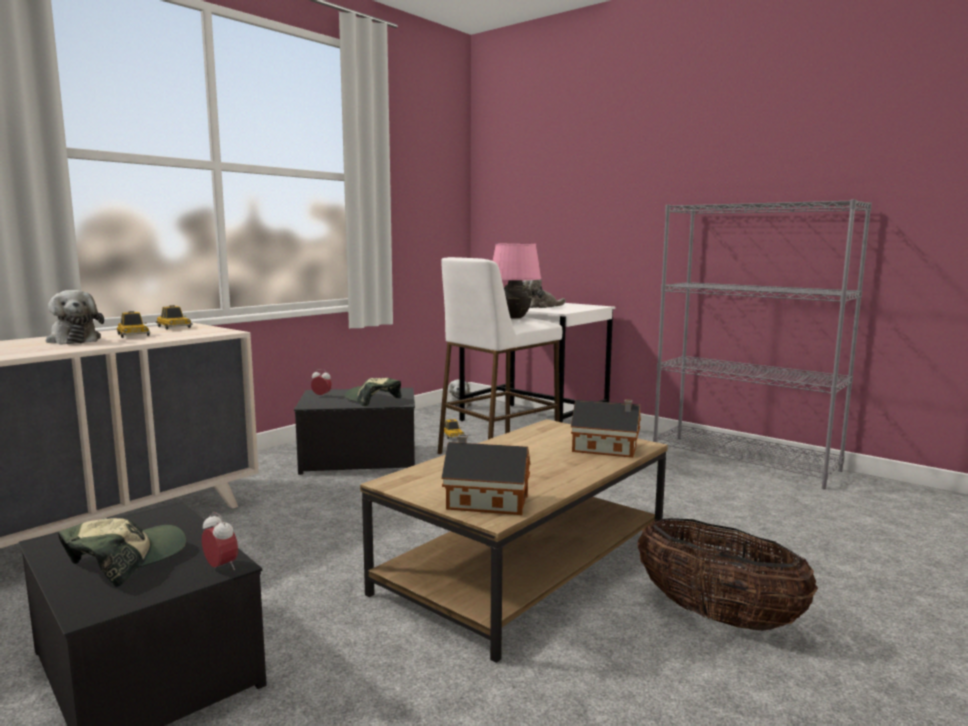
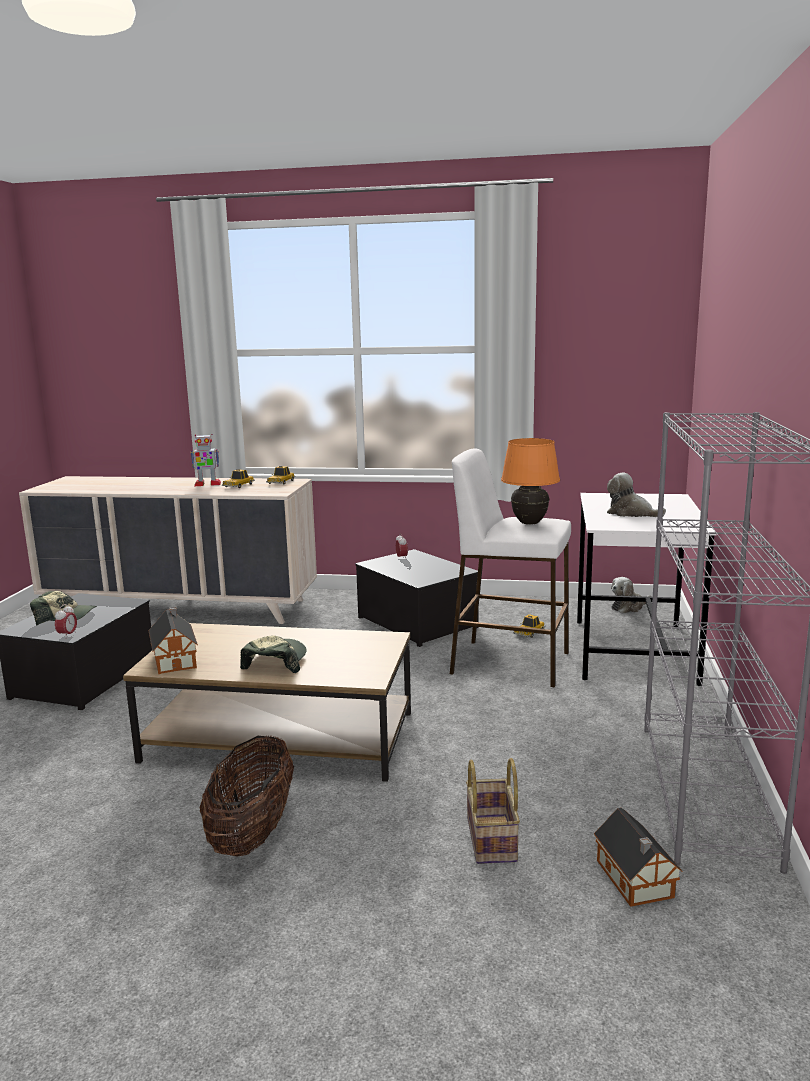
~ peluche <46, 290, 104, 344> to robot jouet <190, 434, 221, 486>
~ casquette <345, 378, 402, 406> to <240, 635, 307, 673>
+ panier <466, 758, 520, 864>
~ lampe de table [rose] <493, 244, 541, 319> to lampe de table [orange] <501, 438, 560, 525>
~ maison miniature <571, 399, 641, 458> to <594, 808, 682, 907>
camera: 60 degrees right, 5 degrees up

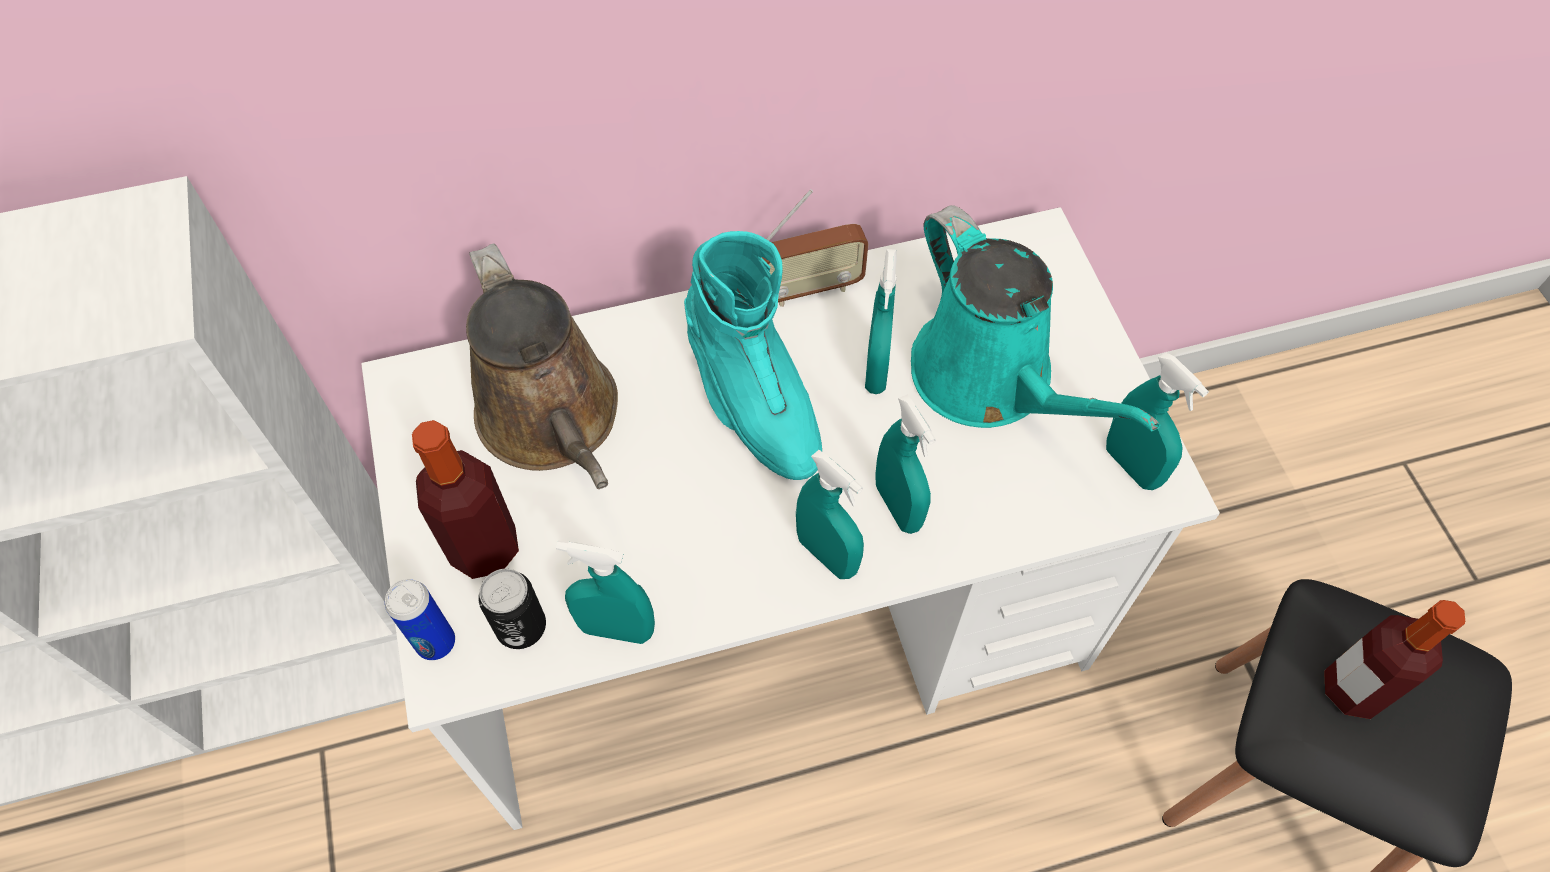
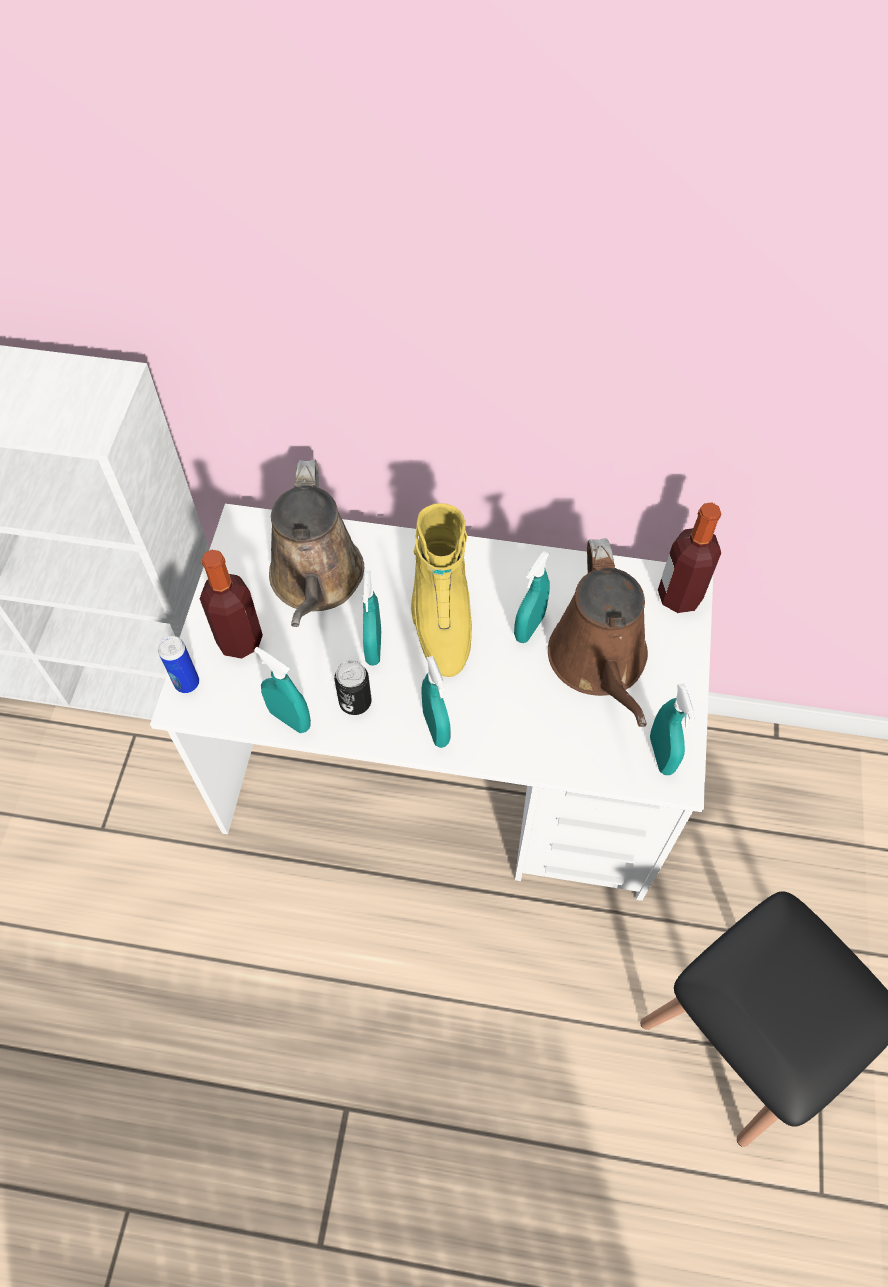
~ boîte métallique <478, 569, 546, 649> to <334, 661, 372, 715>
~ vaporisateur [turquoise] <875, 395, 936, 534> to <362, 571, 381, 666>
~ botte [turquoise] <684, 231, 822, 480> to botte [jaune] <411, 503, 472, 677>
~ arrosoir [turquoise] <911, 205, 1160, 431> to arrosoir [marron] <548, 538, 648, 727>
~ bouteille <1324, 600, 1465, 719> to <658, 502, 721, 613>
- radio <762, 189, 869, 307>
camera: 25 degrees right, 0 degrees up

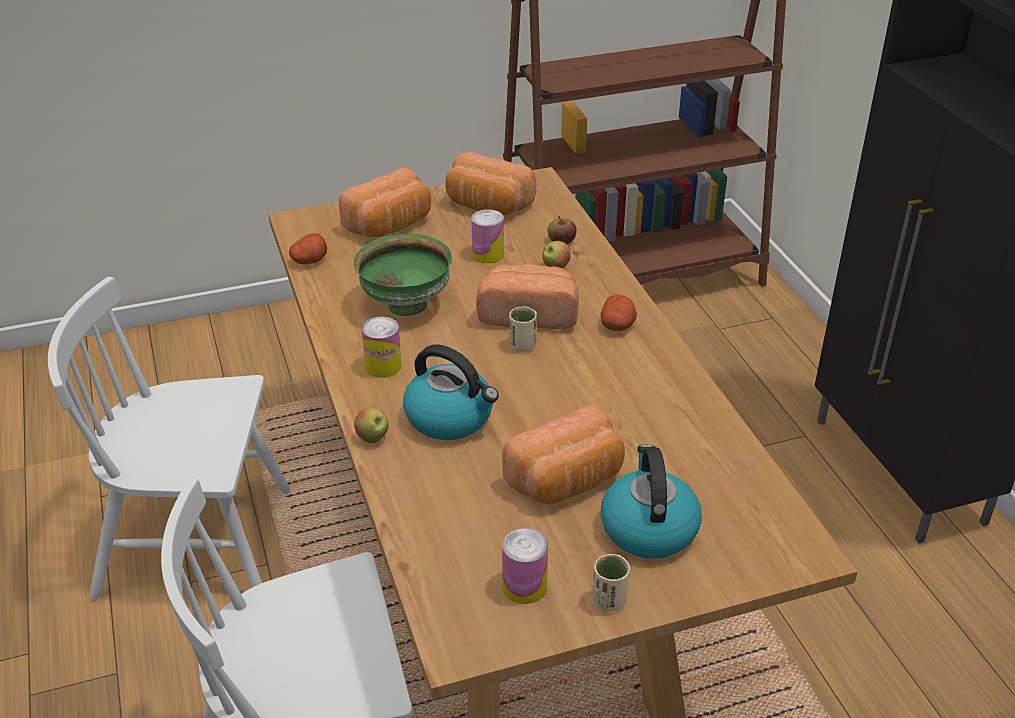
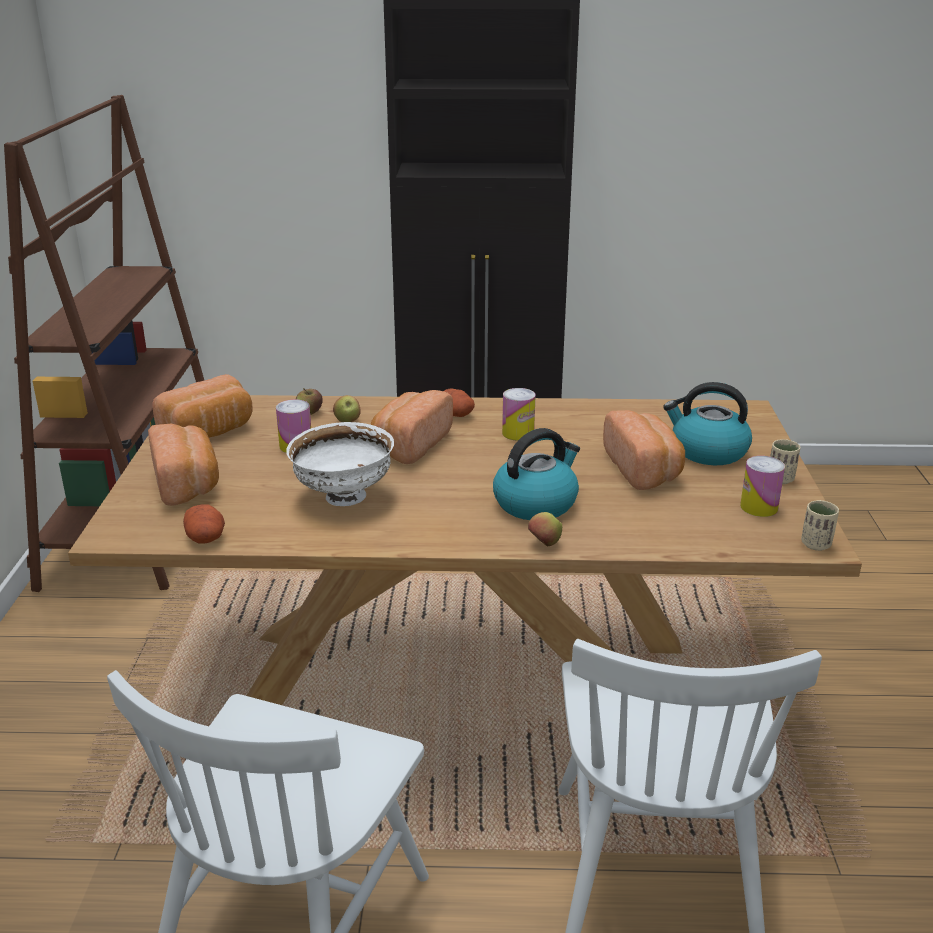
~ bol [vert] <353, 234, 452, 316> to bol [blanc] <287, 422, 394, 506>
~ boîte métallique <362, 317, 401, 378> to <502, 388, 536, 441>
~ tasse [beige] <509, 306, 537, 352> to <801, 500, 839, 551>
camera: 70 degrees left, 10 degrees down

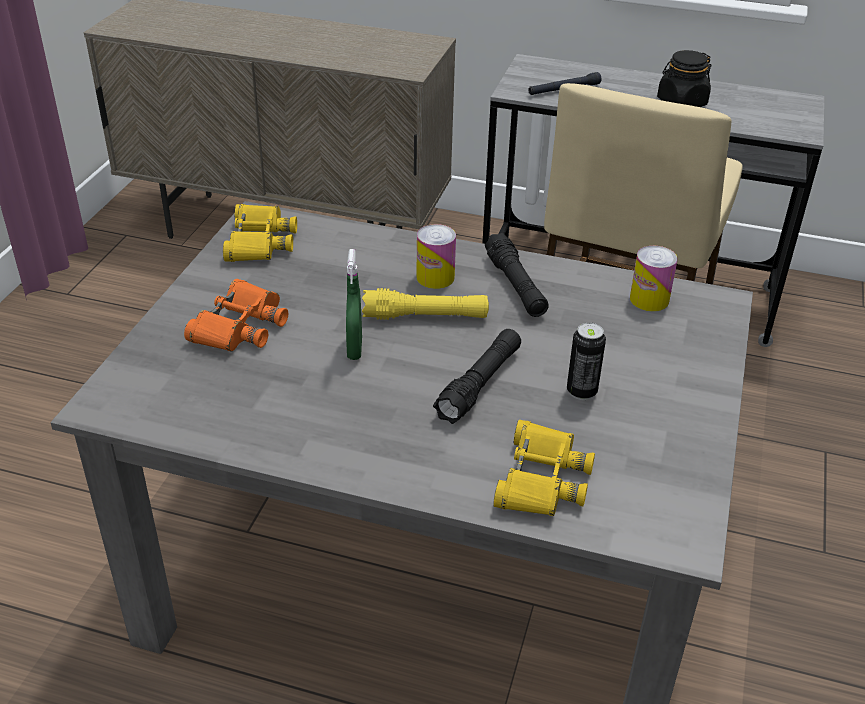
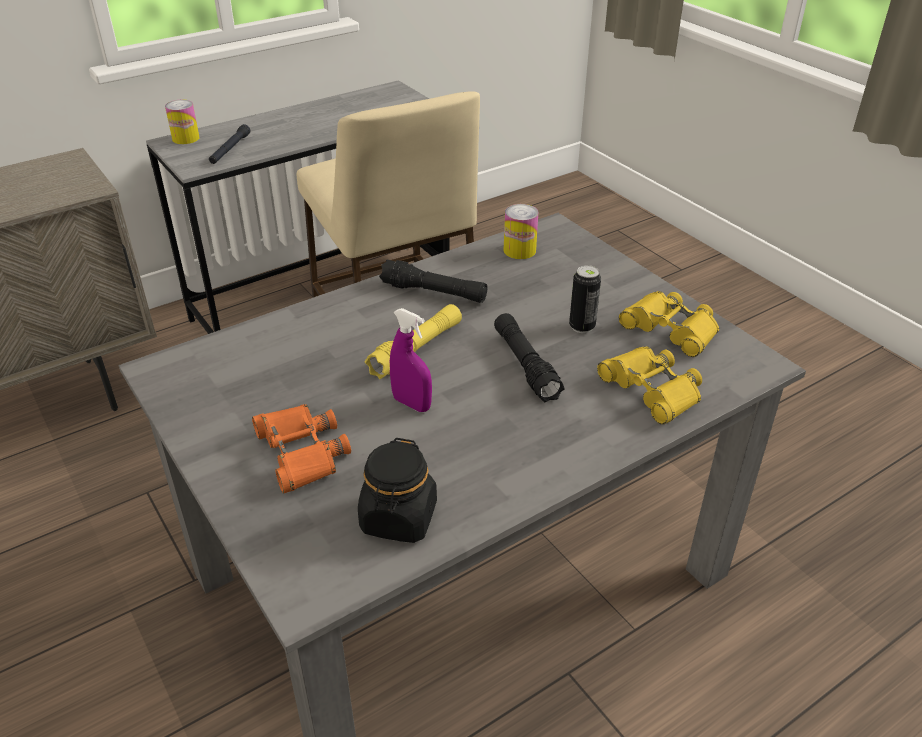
~ boîte métallique <416, 224, 456, 289> to <165, 100, 199, 144>
~ bocal [noir] <657, 50, 711, 107> to <358, 438, 437, 543>
~ vaporisateur [vert] <346, 249, 362, 360> to vaporisateur [violet] <390, 308, 432, 412>
~ jumelles [jaune] <223, 204, 297, 262> to <619, 291, 719, 357>
camera: 50 degrees left, 0 degrees up

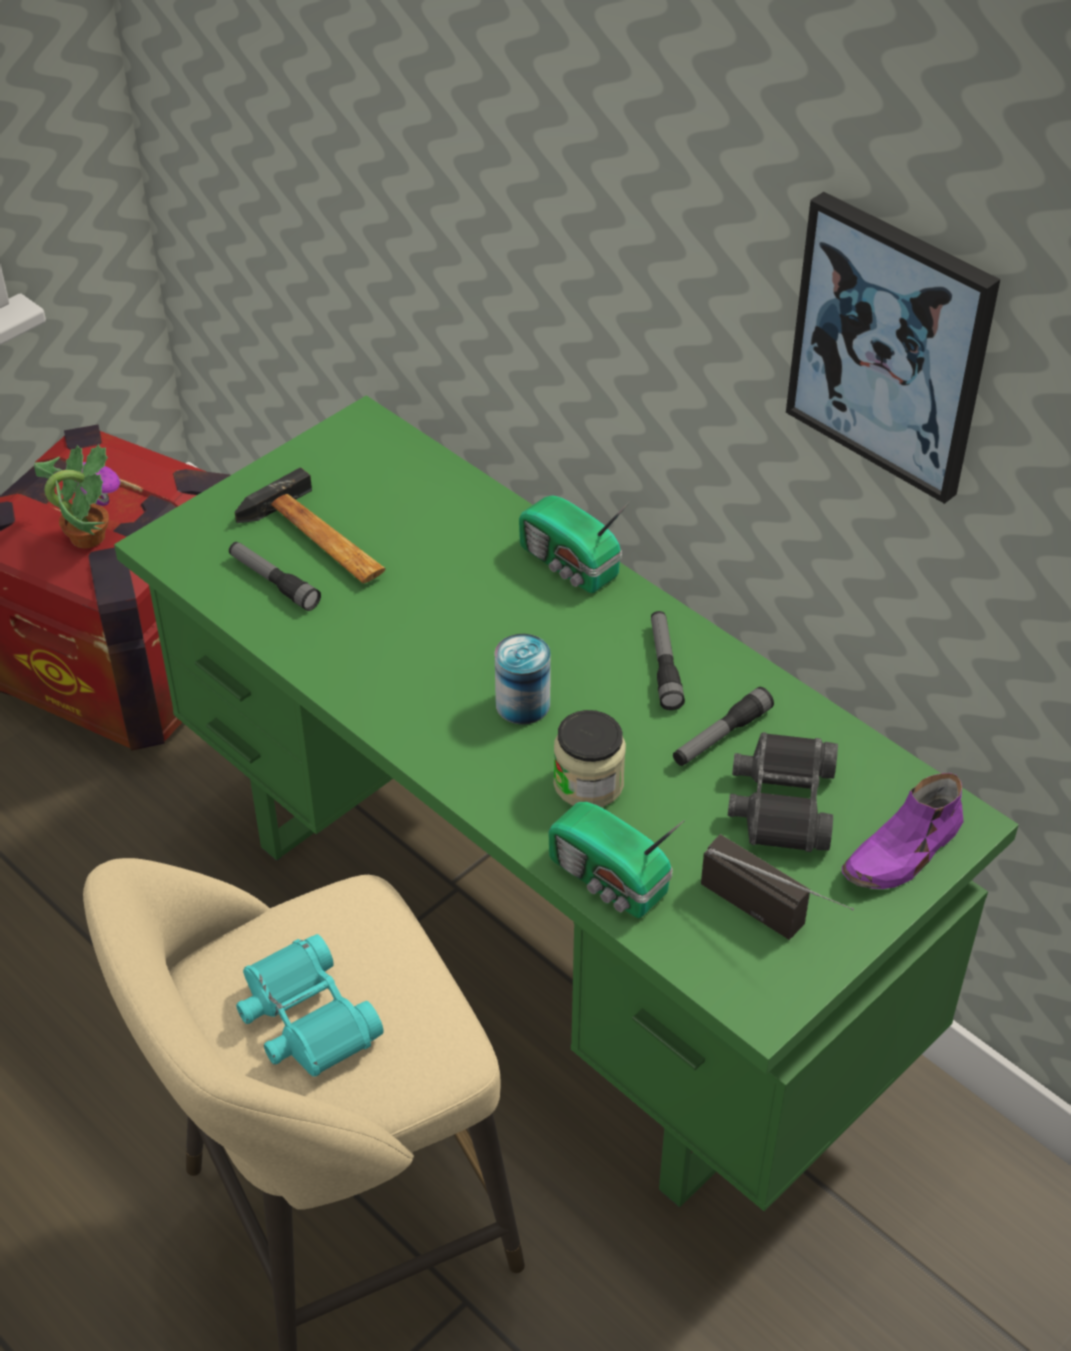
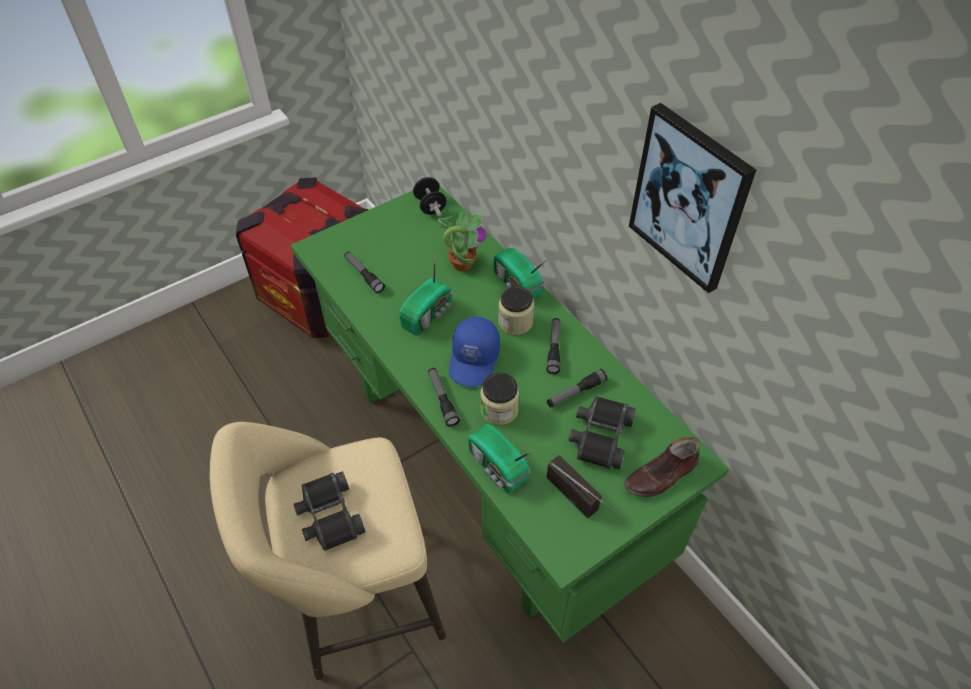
~ jumelles [turquoise] <236, 934, 384, 1077> to jumelles [noir] <293, 471, 366, 551>
+ radio <399, 256, 452, 336>
+ haltère [noir] <413, 176, 446, 216>
+ lampe de poche <428, 368, 460, 427>
~ plante en pot <34, 444, 120, 549> to <438, 211, 486, 271>
~ boîte métallique <495, 634, 551, 725> to casquette [bleu] <449, 317, 500, 387>
+ bocal <498, 286, 534, 335>
~ chaussure [violet] <842, 773, 963, 889> to chaussure [marron] <624, 437, 699, 497>
- marteau <234, 467, 386, 583>
camera: 10 degrees right, 5 degrees up

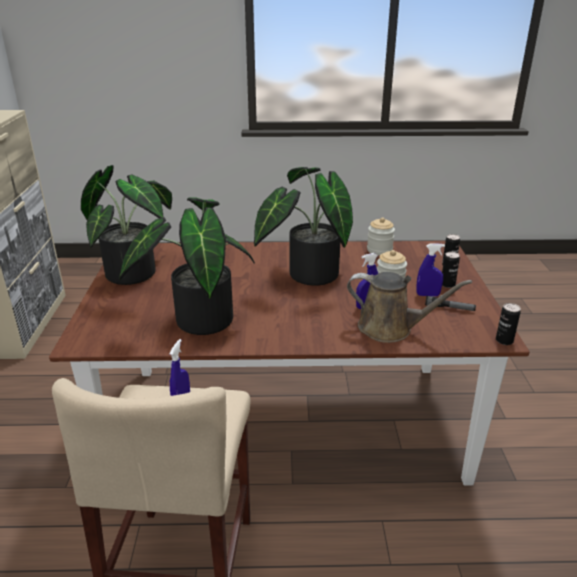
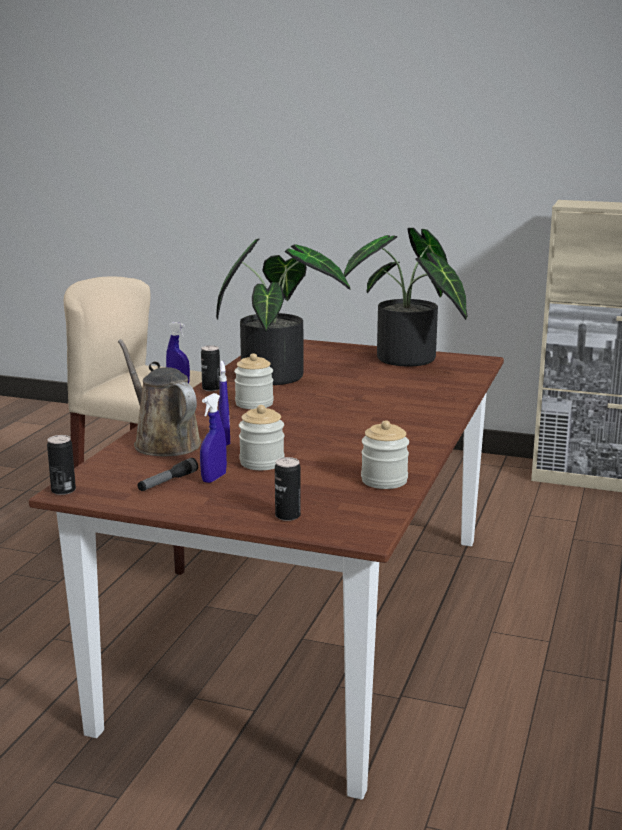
~ arrosoir [marron] <347, 272, 472, 343> = <118, 339, 201, 456> 105 degrees clockwise
~ boîte métallique <442, 252, 460, 288> to <201, 346, 220, 391>
+ bocal <234, 353, 274, 409>
- plante en pot <254, 167, 353, 286>
camera: 110 degrees right, 10 degrees down

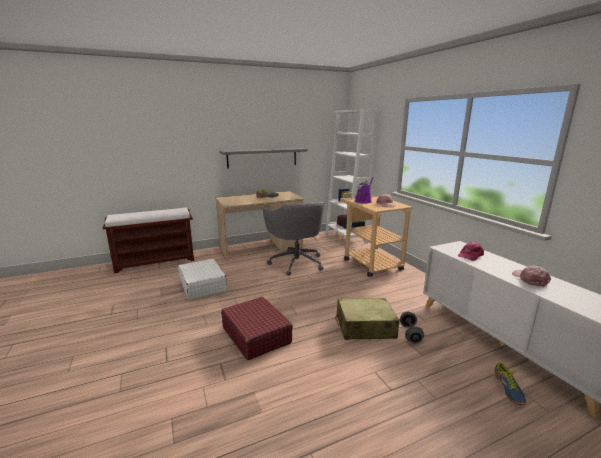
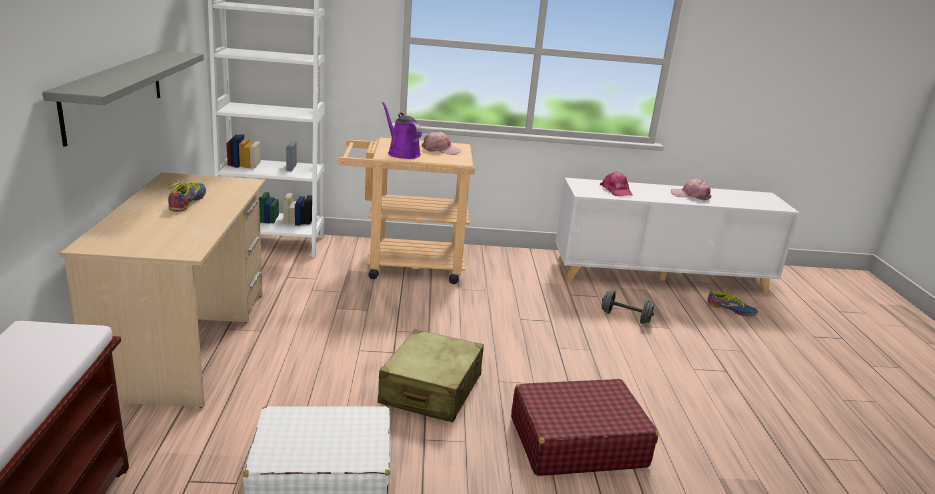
~ valise [beige] <335, 298, 400, 340> to <378, 329, 484, 422>
- chaise de bureau [gris] <263, 202, 325, 276>
camera: 70 degrees left, 5 degrees up

